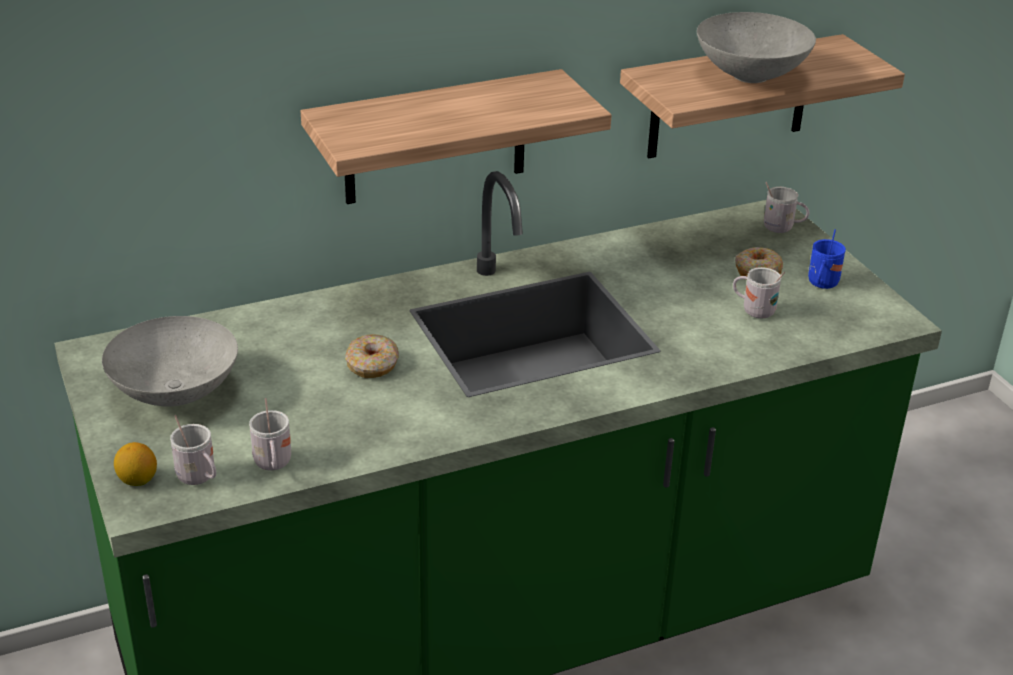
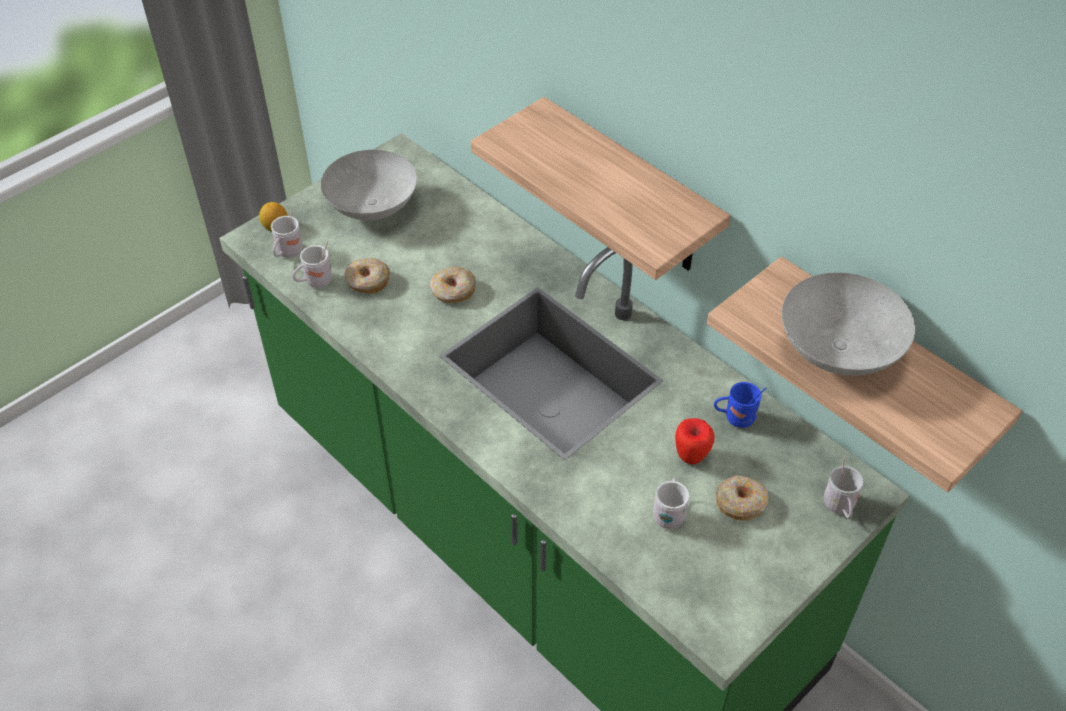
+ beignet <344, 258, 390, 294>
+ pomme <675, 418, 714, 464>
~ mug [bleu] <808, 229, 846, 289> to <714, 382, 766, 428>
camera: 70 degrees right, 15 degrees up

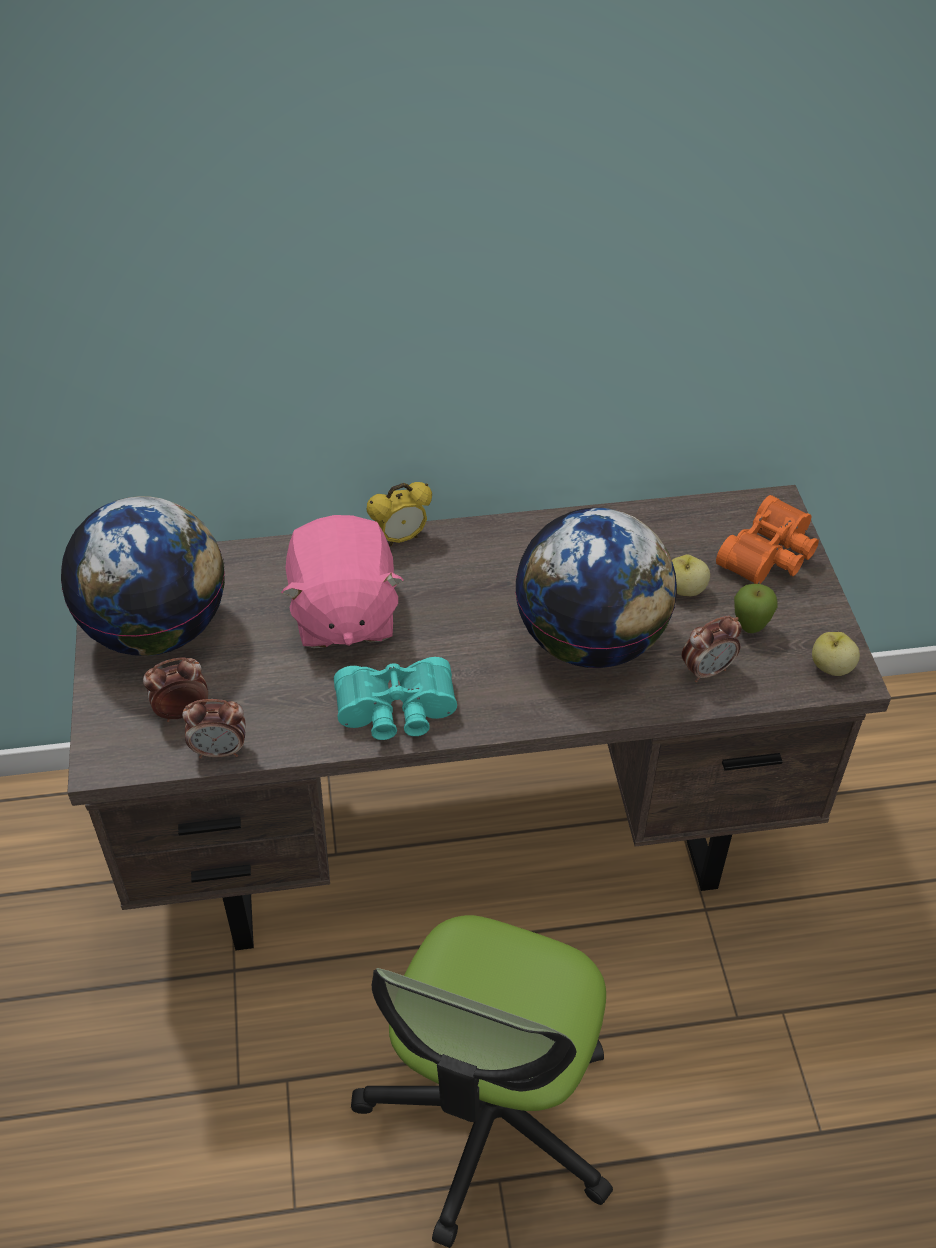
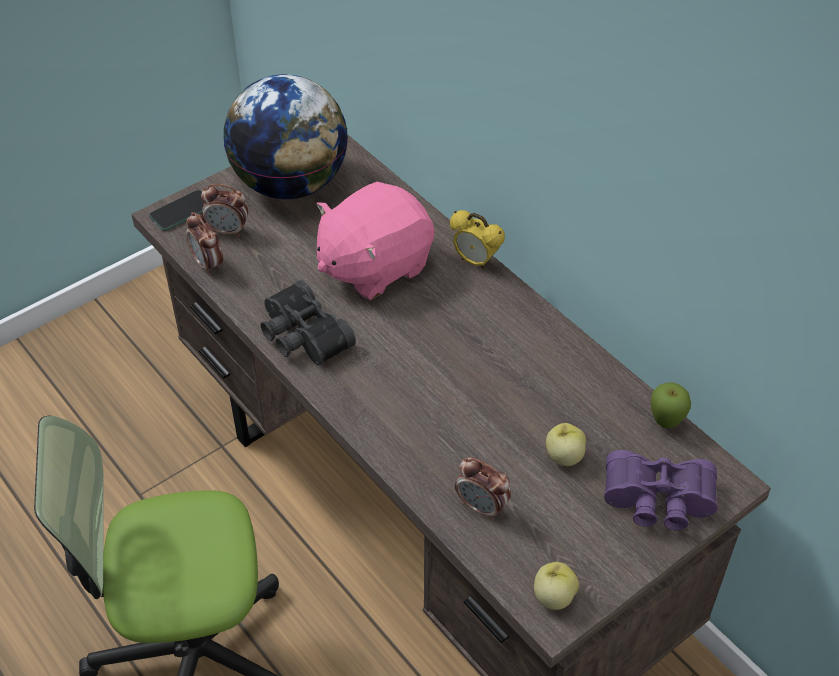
+ téléphone <149, 190, 204, 231>
~ réveil <143, 657, 209, 722> = <201, 184, 248, 237> 150 degrees clockwise
~ jumelles [turquoise] <334, 657, 457, 740> to jumelles [noir] <260, 280, 356, 365>
~ jumelles [orange] <716, 495, 819, 584> to jumelles [violet] <604, 450, 718, 530>
~ pomme <734, 584, 778, 633> to <651, 383, 691, 428>
- globe <515, 508, 677, 668>
camera: 60 degrees right, 0 degrees up

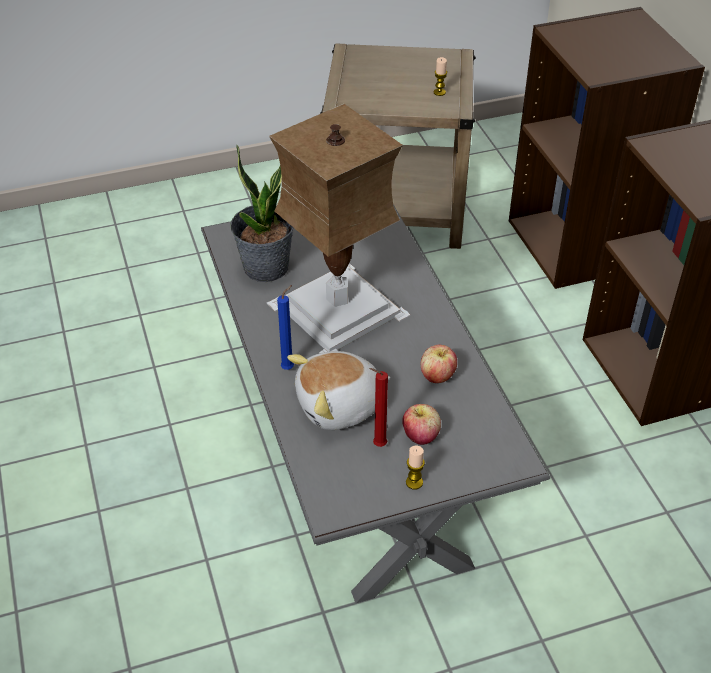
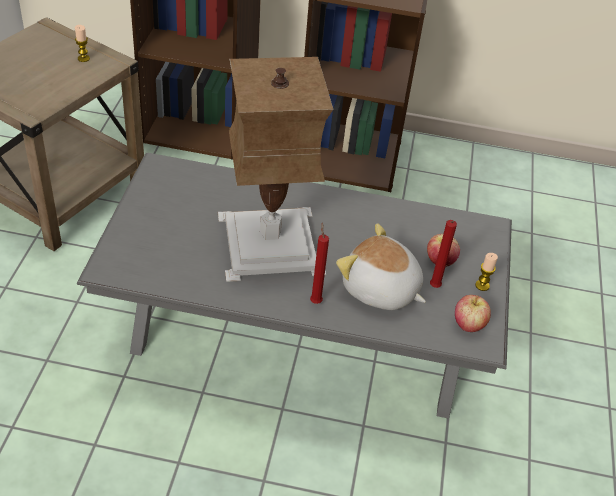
~ bougie [bleu] <277, 285, 294, 370> to bougie [rouge] <310, 223, 329, 304>
~ peluche <287, 351, 391, 430> = <336, 223, 426, 310> 120 degrees clockwise
~ pomme <421, 345, 457, 383> to <455, 295, 491, 332>
- plante en pot <231, 144, 294, 282>
camera: 65 degrees left, 0 degrees up

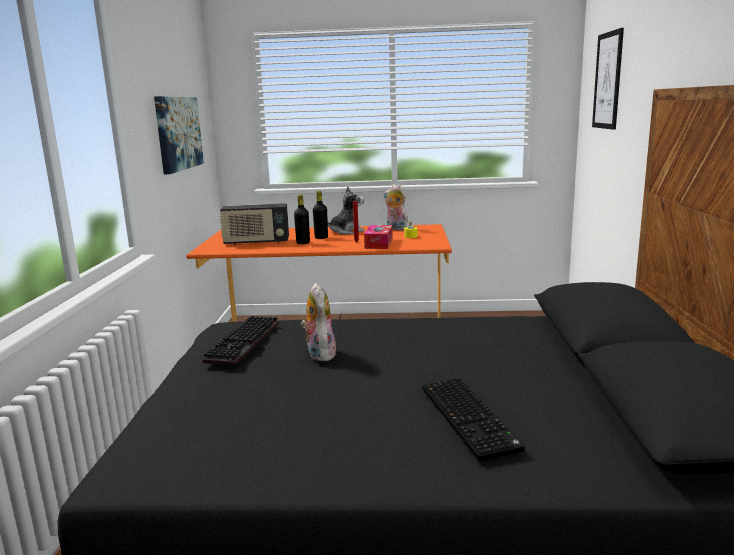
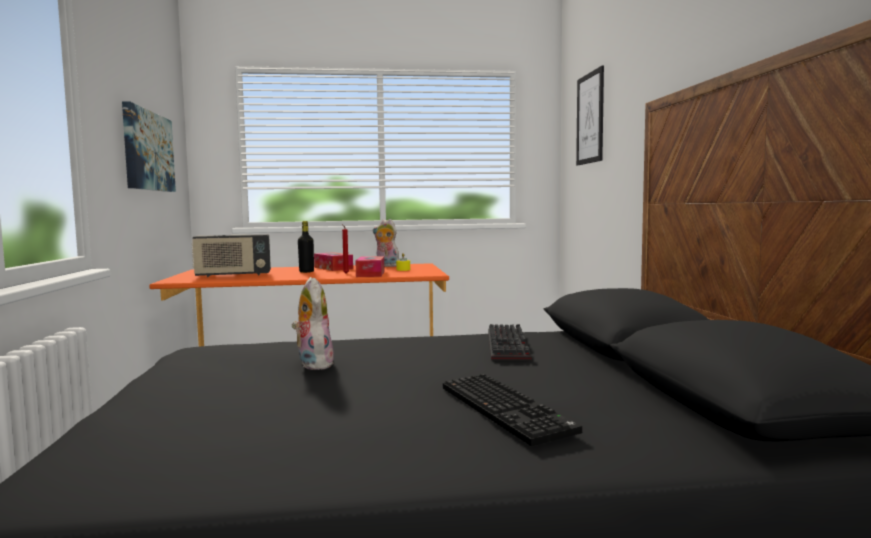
~ peluche <328, 186, 365, 235> to boîte à mouchoirs <314, 252, 353, 271>
~ clavier <203, 316, 279, 365> to <488, 324, 531, 361>
- bouteille [noir] <294, 194, 310, 244>
camera: 10 degrees left, 10 degrees down

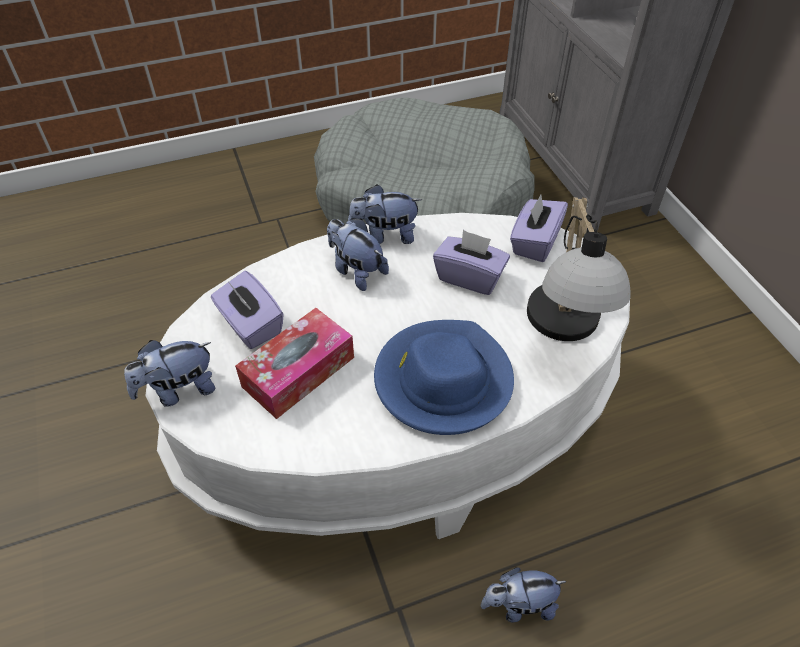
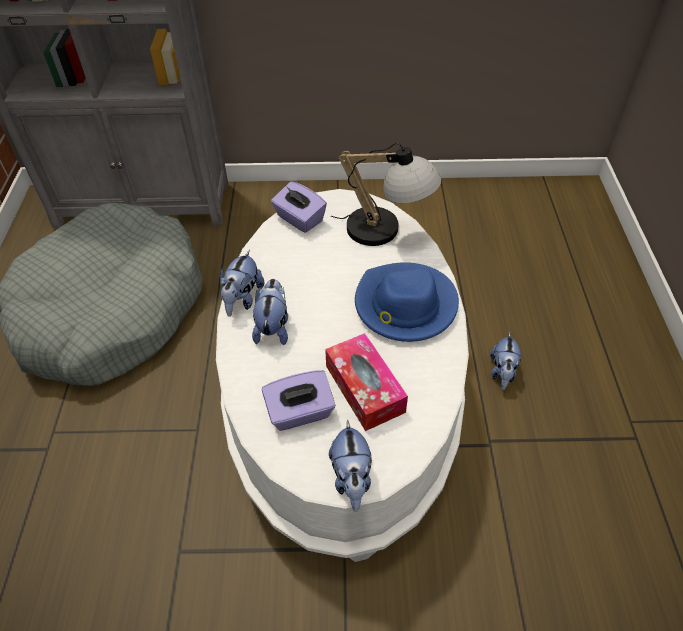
~ peluche <327, 218, 389, 291> = <252, 279, 288, 345> 120 degrees clockwise
- boîte à mouchoirs [violet] <433, 230, 510, 295>
camera: 70 degrees left, 0 degrees up

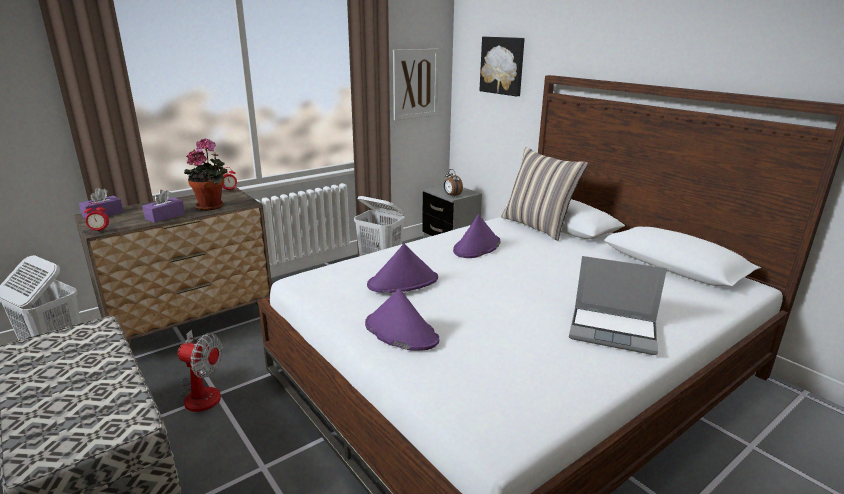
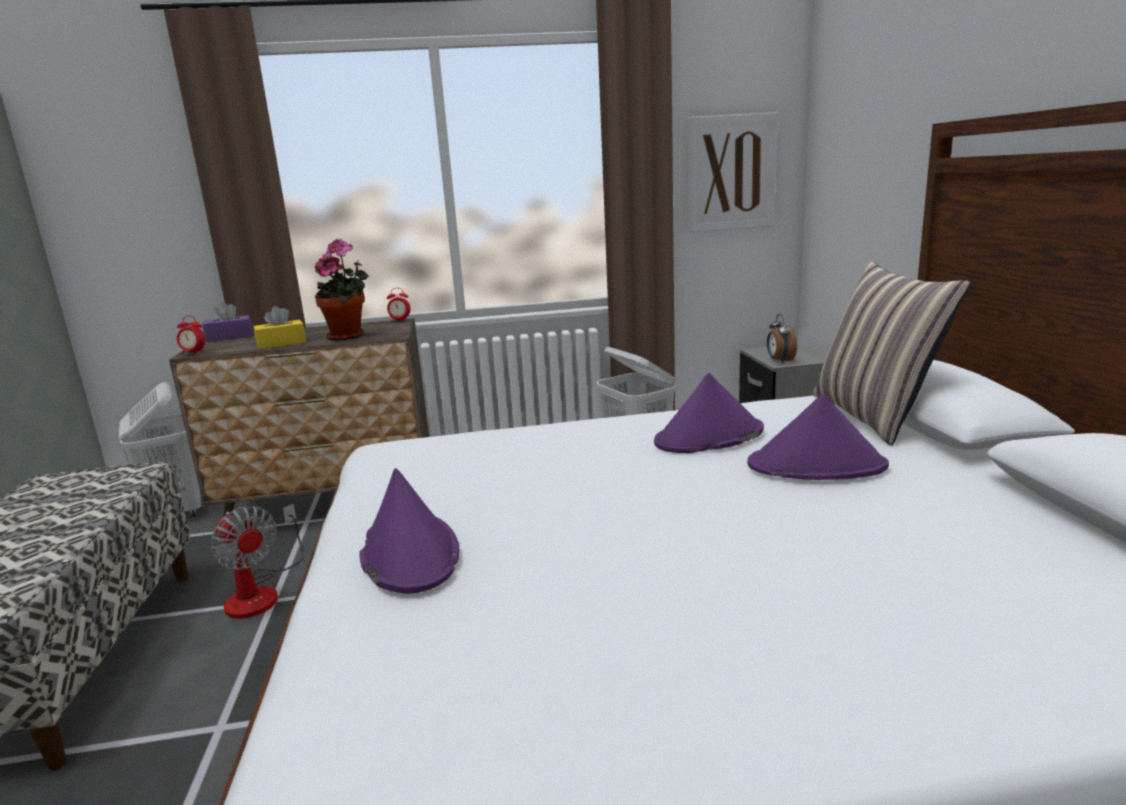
~ boîte à mouchoirs [violet] <142, 190, 185, 223> to boîte à mouchoirs [jaune] <253, 306, 306, 349>
~ chapeau [violet] <367, 244, 438, 293> to <747, 394, 889, 480>
- tableau <479, 37, 525, 96>
- ordinateur portable <569, 256, 667, 355>
camera: 30 degrees right, 5 degrees down

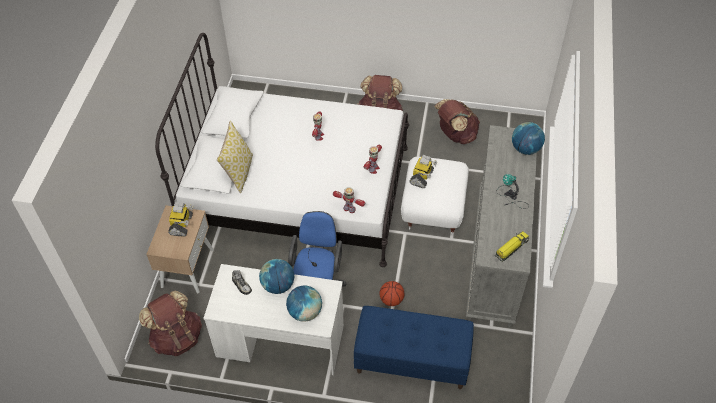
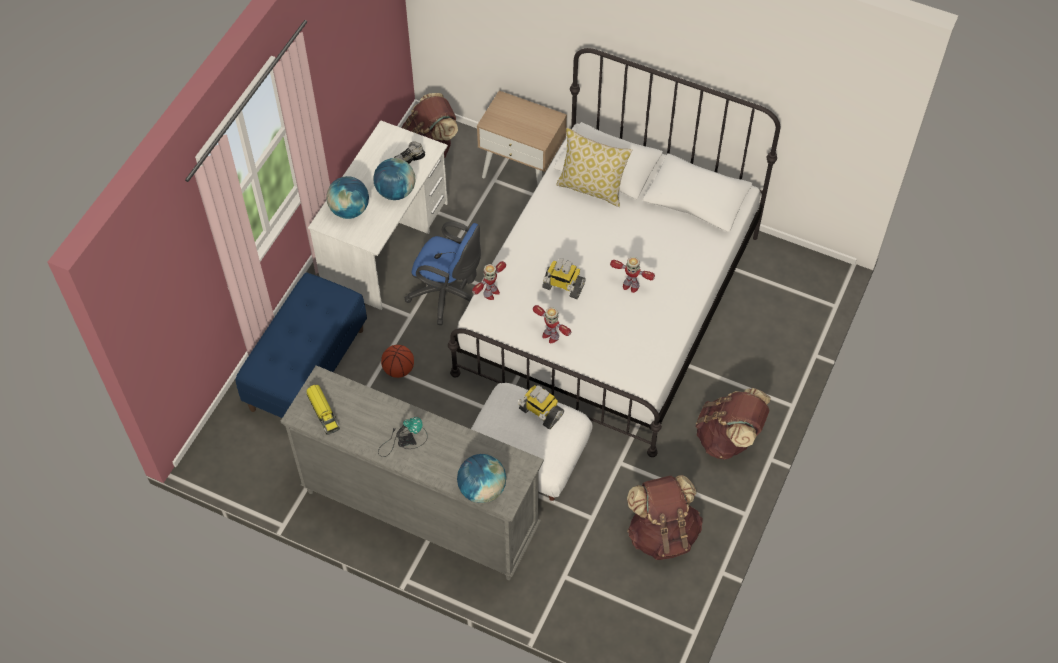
~ robot jouet <168, 202, 193, 237> to <542, 258, 586, 299>
camera: 105 degrees right, 5 degrees up

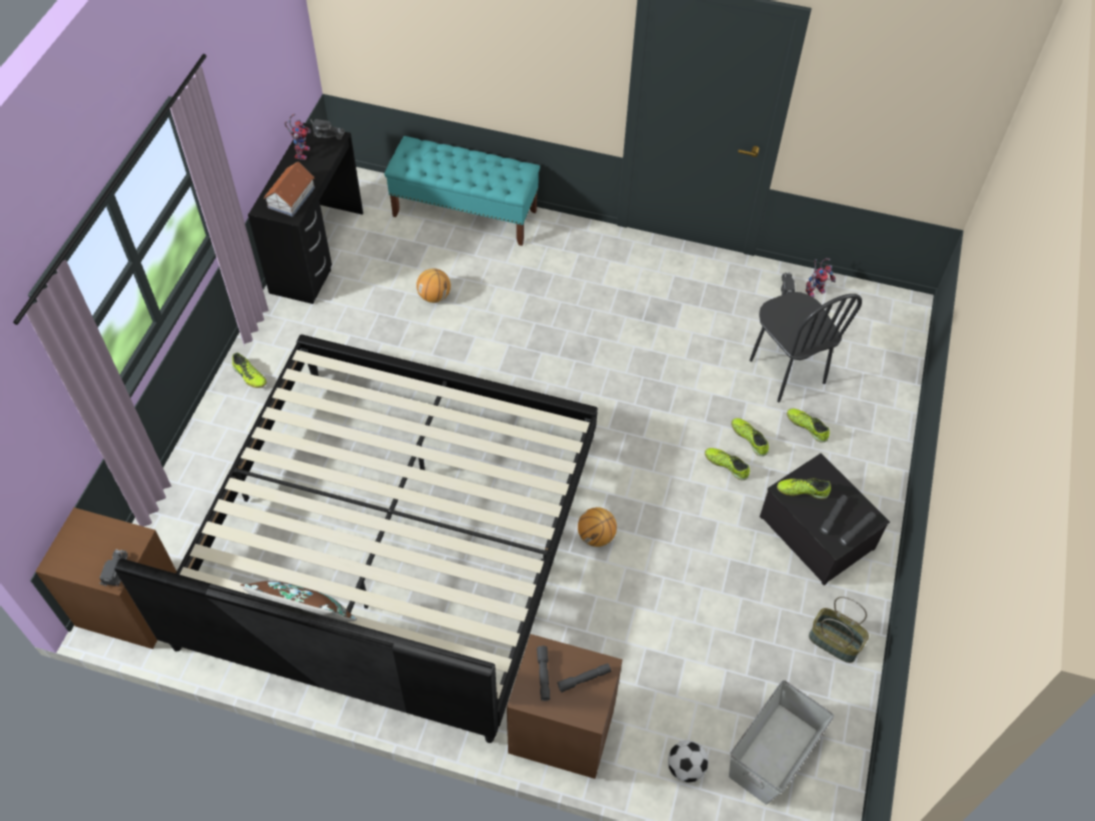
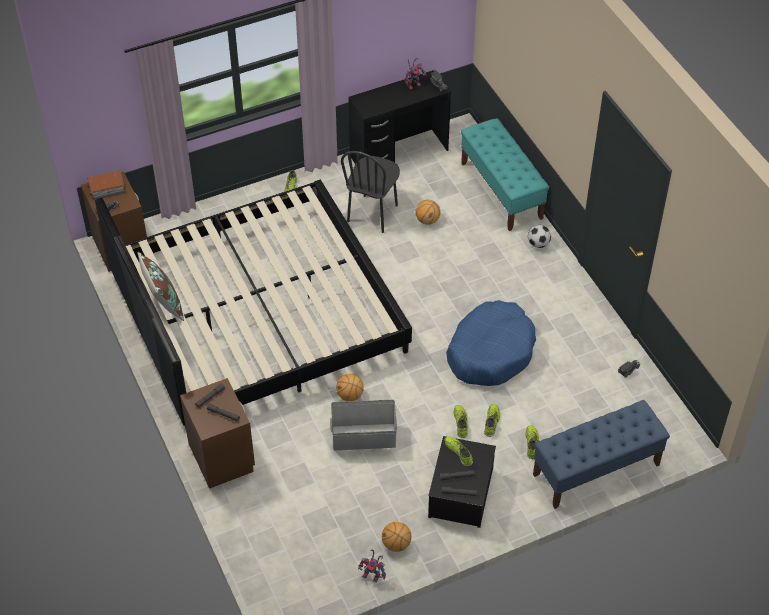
~ maison miniature <264, 161, 315, 217> to <87, 170, 125, 200>
~ boîte de rangement [gris] <729, 680, 834, 804> to <331, 400, 397, 450>
~ chaise [noir] <749, 292, 862, 402> to <341, 151, 400, 233>
~ robot jouet <806, 258, 836, 297> to <358, 549, 386, 582>
~ panier <809, 596, 869, 663> to ballon de basket <382, 522, 411, 552>
+ panier pour chien [bleu] <446, 300, 536, 386>
~ ballon de foot <668, 740, 708, 783> to <528, 225, 551, 248>
+ banc [bleu] <533, 400, 670, 509>
camera: 50 degrees right, 5 degrees down

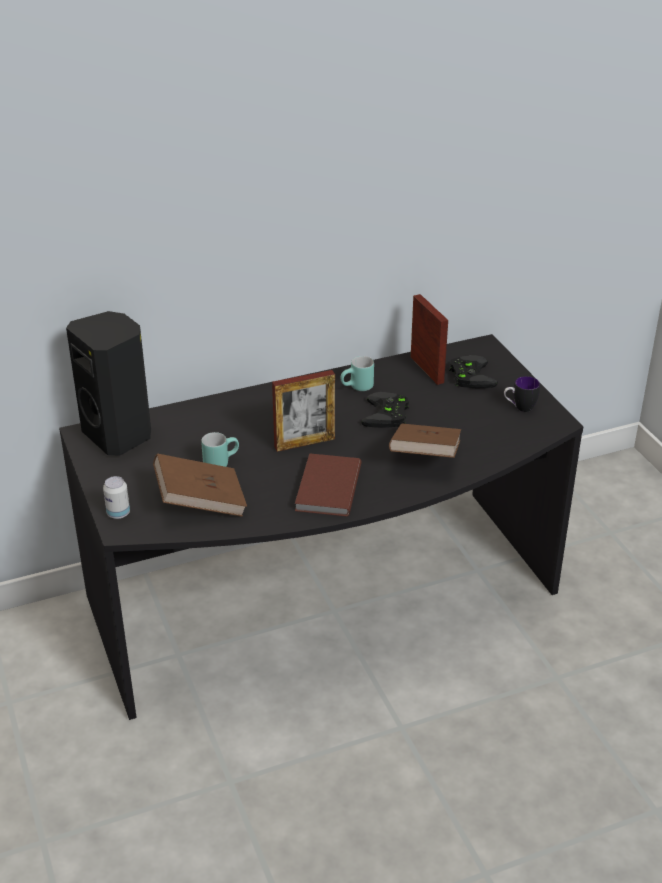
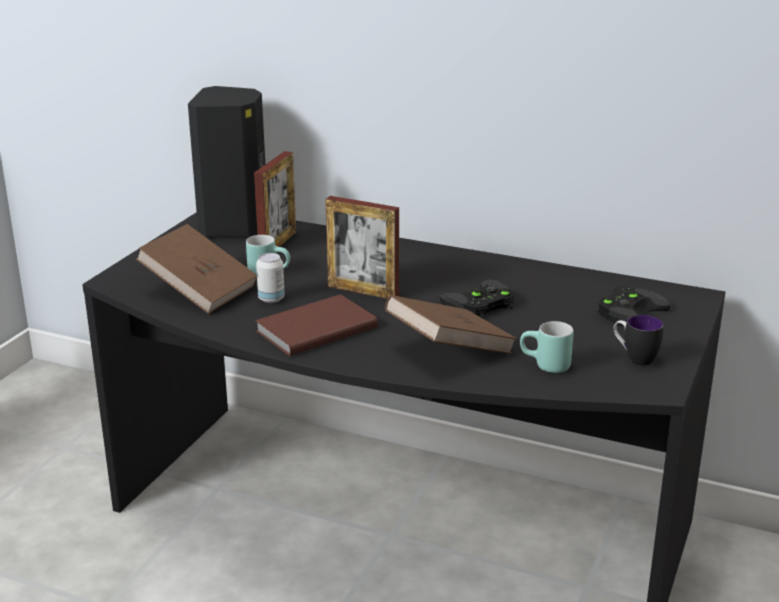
~ cadre photo <411, 294, 448, 385> to <254, 151, 296, 247>
~ boîte métallique <103, 476, 130, 519> to <256, 253, 285, 303>
~ mug [turquoise] <340, 356, 374, 391> to <520, 321, 574, 373>
camera: 45 degrees right, 10 degrees down

